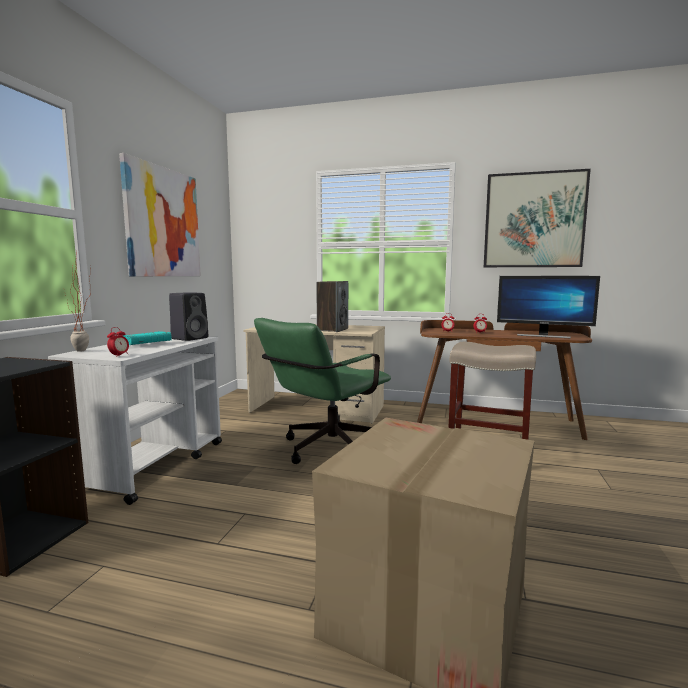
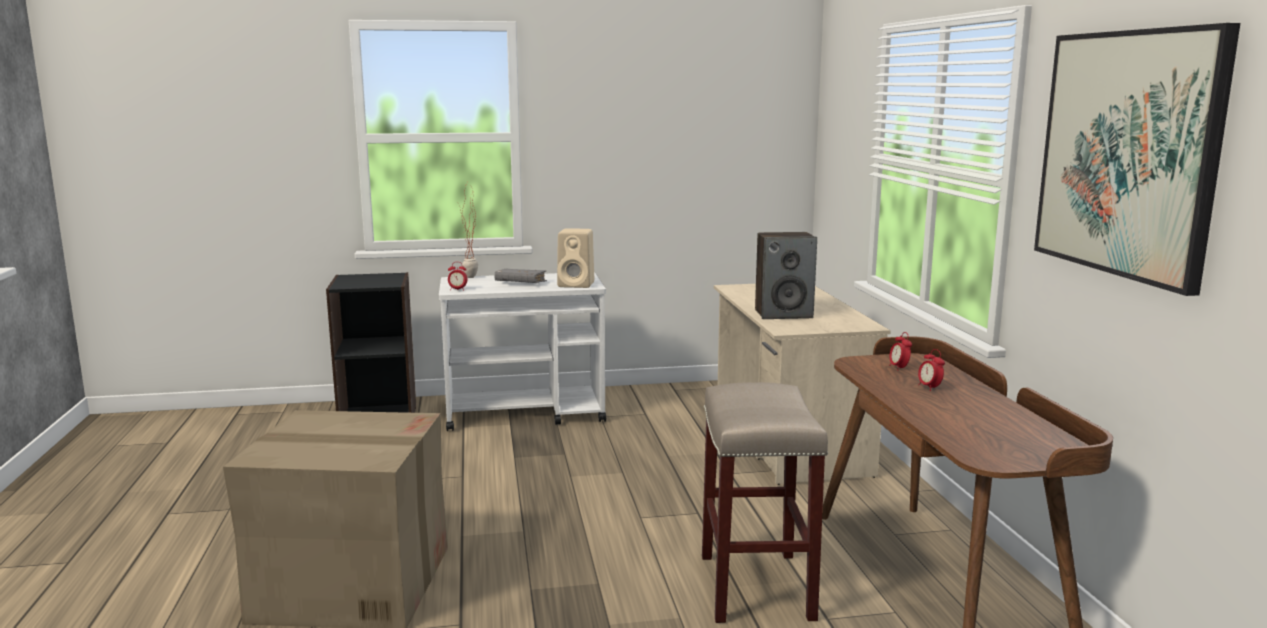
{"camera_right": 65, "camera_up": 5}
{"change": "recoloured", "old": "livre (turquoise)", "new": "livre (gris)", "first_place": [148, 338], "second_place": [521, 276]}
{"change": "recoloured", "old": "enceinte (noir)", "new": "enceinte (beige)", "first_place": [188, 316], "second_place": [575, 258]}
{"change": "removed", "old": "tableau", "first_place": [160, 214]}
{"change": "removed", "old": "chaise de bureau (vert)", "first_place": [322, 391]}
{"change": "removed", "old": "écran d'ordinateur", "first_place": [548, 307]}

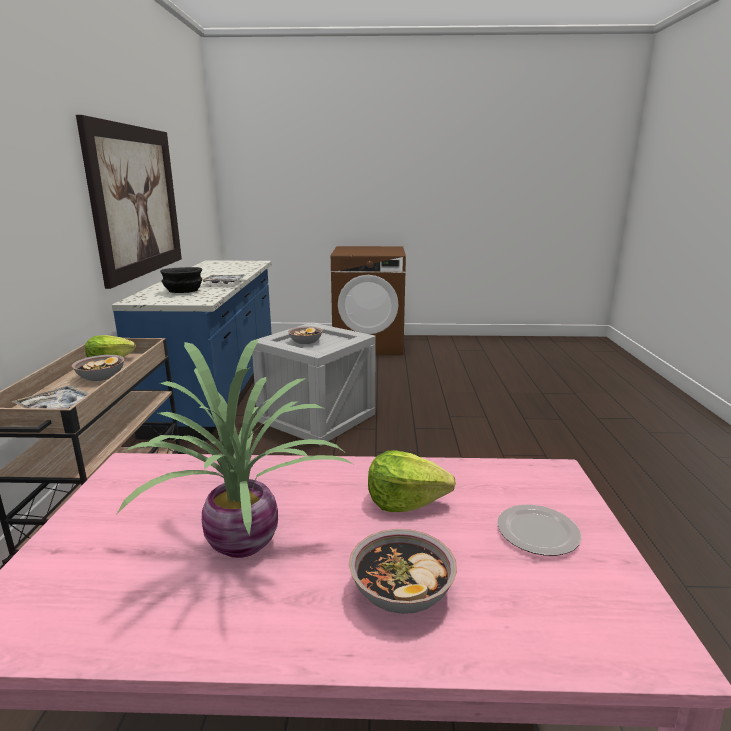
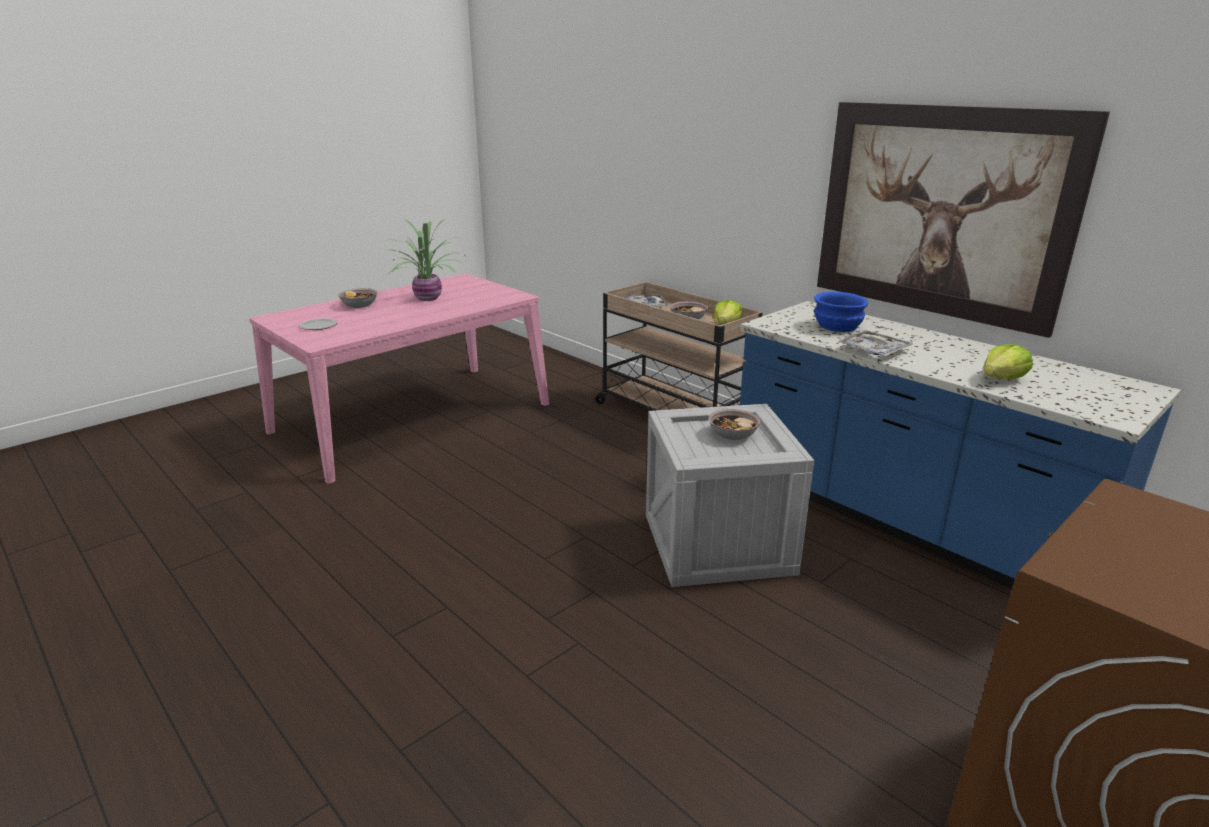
{"camera_right": 135, "camera_up": 5}
{"change": "recoloured", "old": "bol (noir)", "new": "bol (bleu)", "first_place": [181, 280], "second_place": [841, 312]}
{"change": "moved", "old": "laitue", "first_place": [412, 481], "second_place": [1008, 361]}

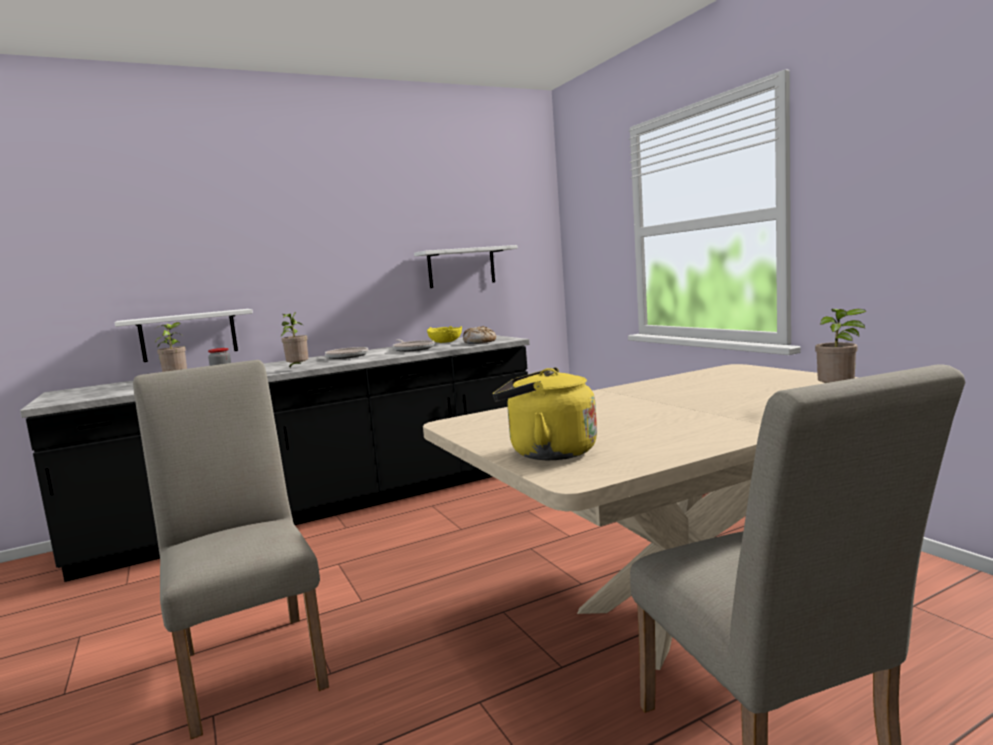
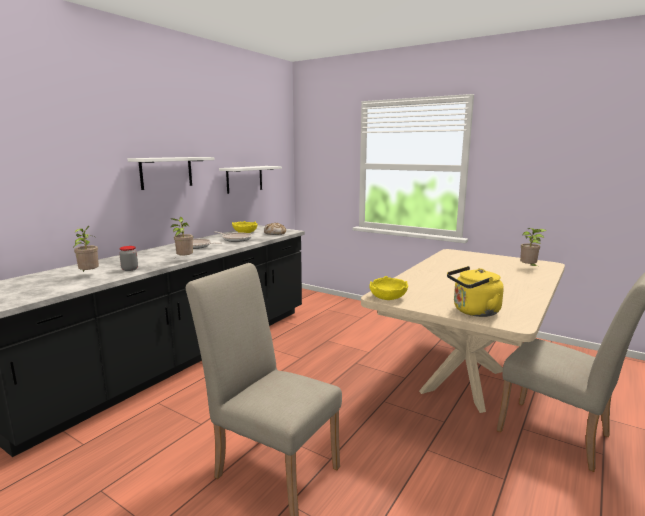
{"camera_right": -30, "camera_up": 5}
{"change": "moved", "old": "étagère (blanc)", "first_place": [183, 335], "second_place": [171, 173]}
{"change": "added", "new": "bol (jaune)", "second_place": [388, 288]}

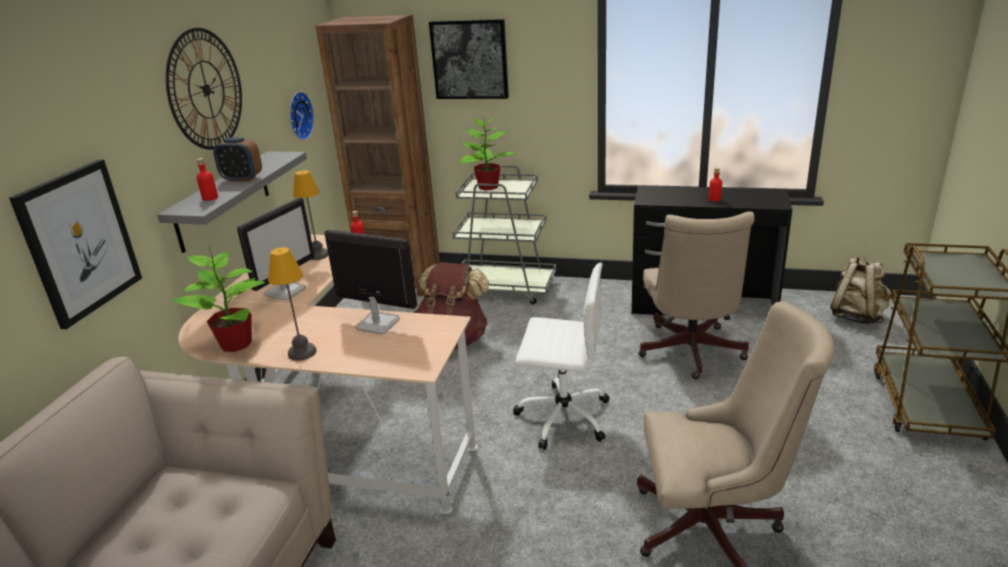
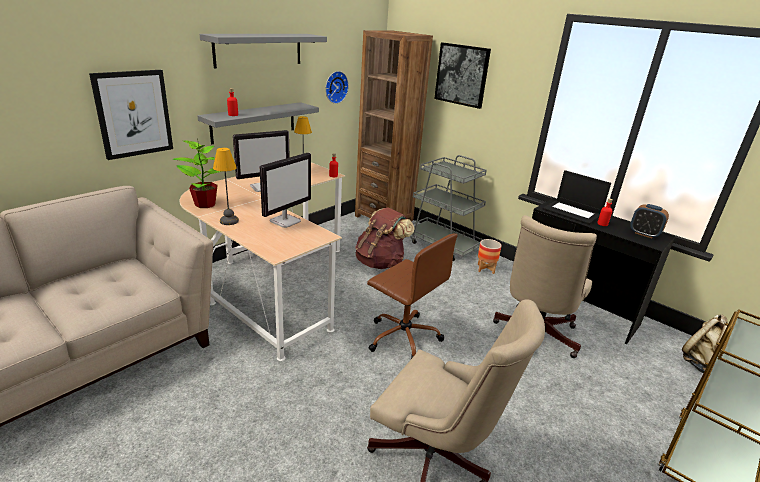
{"camera_right": 25, "camera_up": 0}
{"change": "replaced", "old": "horloge murale", "new": "étagère (gris)", "first_place": [204, 89], "second_place": [263, 51]}
{"change": "turned", "old": "écran d'ordinateur", "first_place": [370, 282], "second_place": [285, 190], "degrees": 75}
{"change": "recoloured", "old": "chaise de bureau (blanc)", "new": "chaise de bureau (marron)", "first_place": [561, 356], "second_place": [412, 296]}
{"change": "added", "new": "cache-pot", "second_place": [490, 256]}
{"change": "added", "new": "ordinateur portable", "second_place": [577, 197]}
{"change": "moved", "old": "réveil", "first_place": [237, 159], "second_place": [649, 221]}
{"change": "removed", "old": "plante en pot", "first_place": [487, 153]}

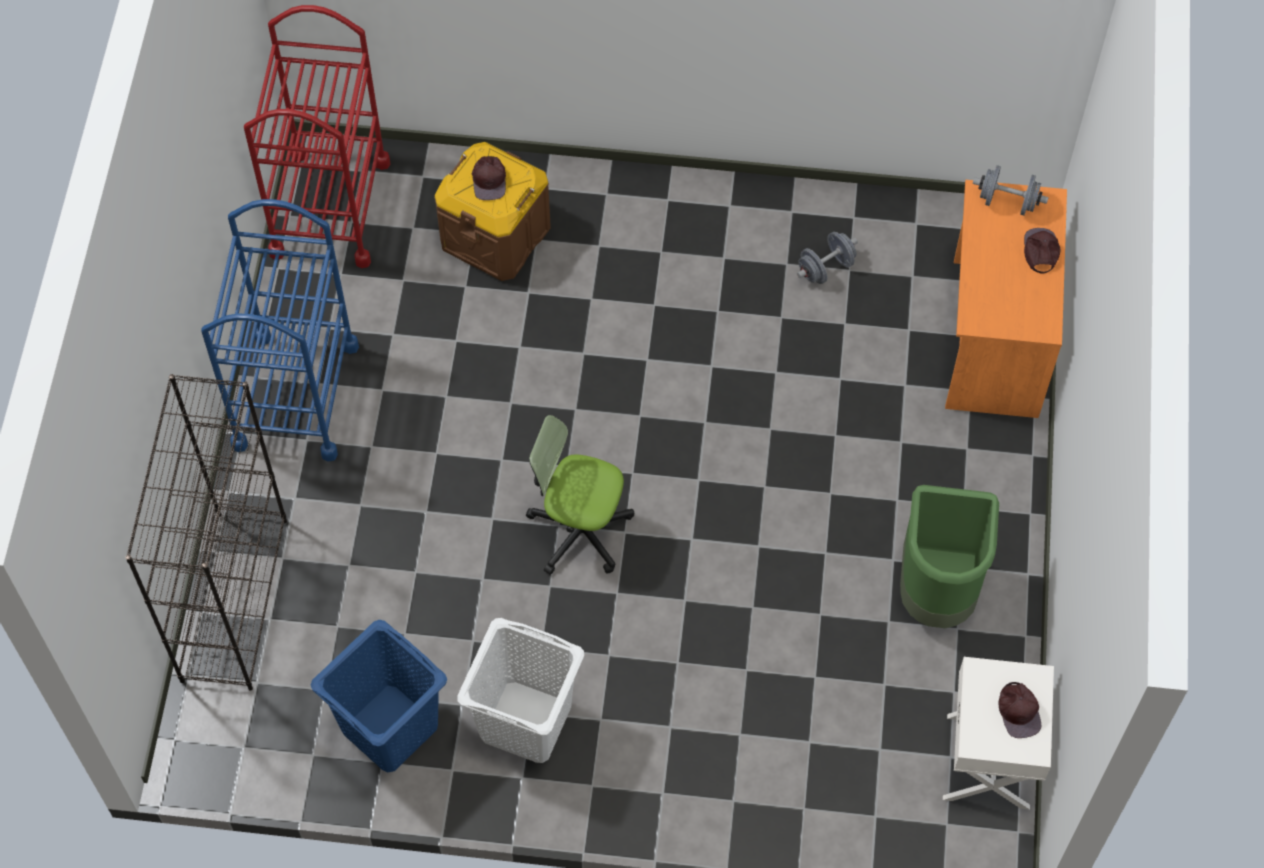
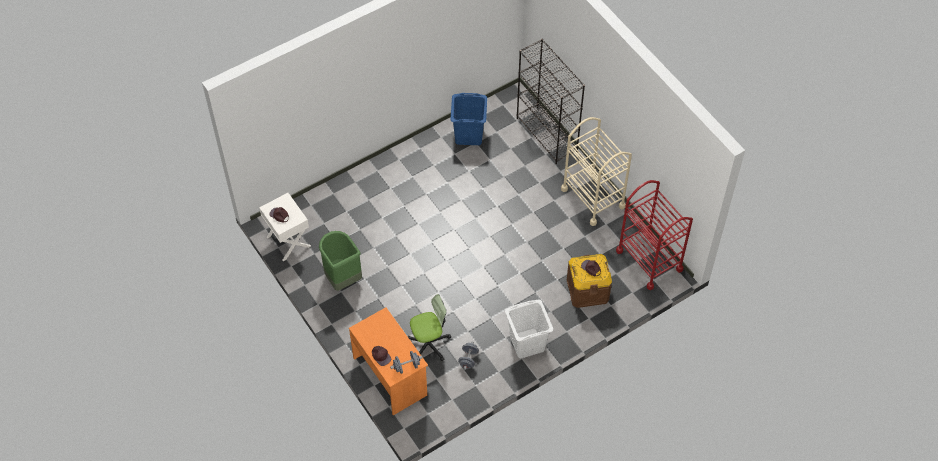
{"camera_right": 140, "camera_up": -5}
{"change": "moved", "old": "chaise de bureau", "first_place": [580, 495], "second_place": [429, 327]}
{"change": "moved", "old": "panier à linge (blanc)", "first_place": [520, 690], "second_place": [529, 328]}
{"change": "recoloured", "old": "chariot (bleu)", "new": "chariot (beige)", "first_place": [280, 330], "second_place": [596, 171]}

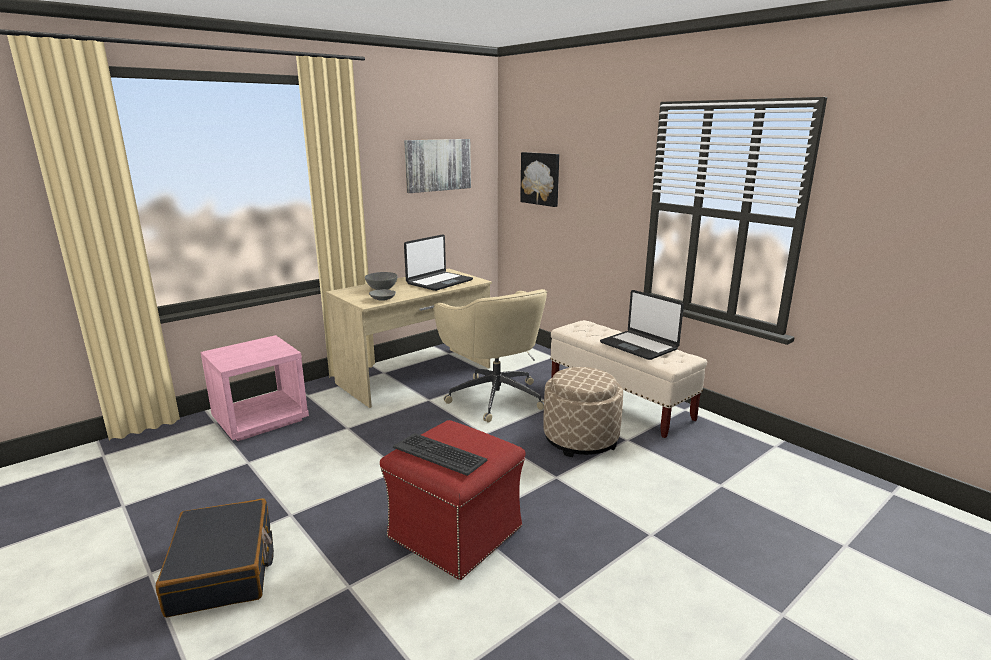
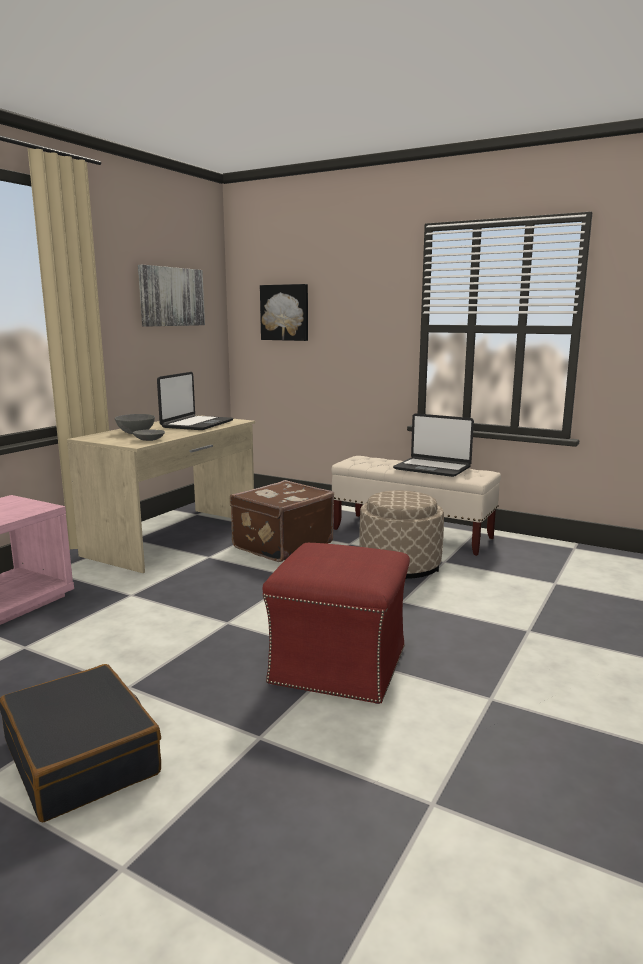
{"camera_right": -20, "camera_up": -5}
{"change": "replaced", "old": "chaise de bureau (beige)", "new": "valise (marron)", "first_place": [490, 355], "second_place": [282, 521]}
{"change": "removed", "old": "clavier", "first_place": [440, 454]}

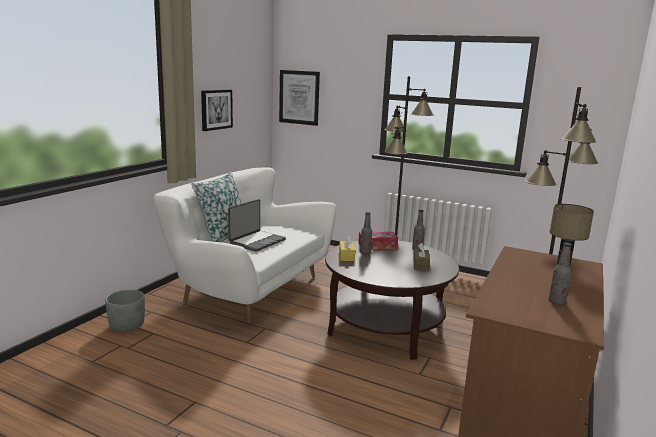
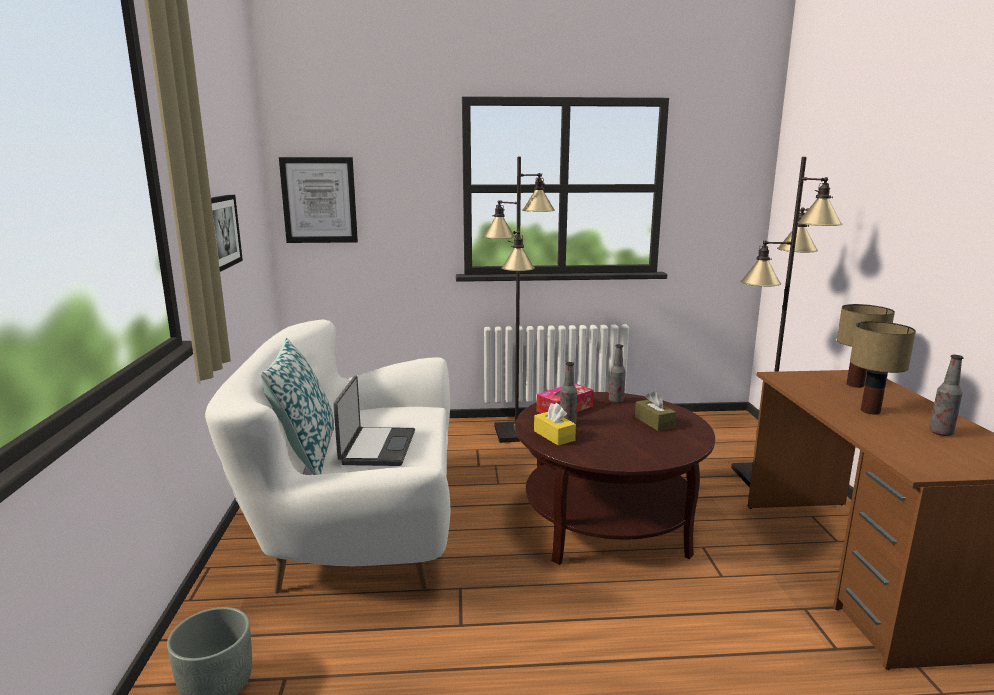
{"camera_right": -30, "camera_up": 0}
{"change": "added", "new": "lampe de table", "second_place": [883, 368]}

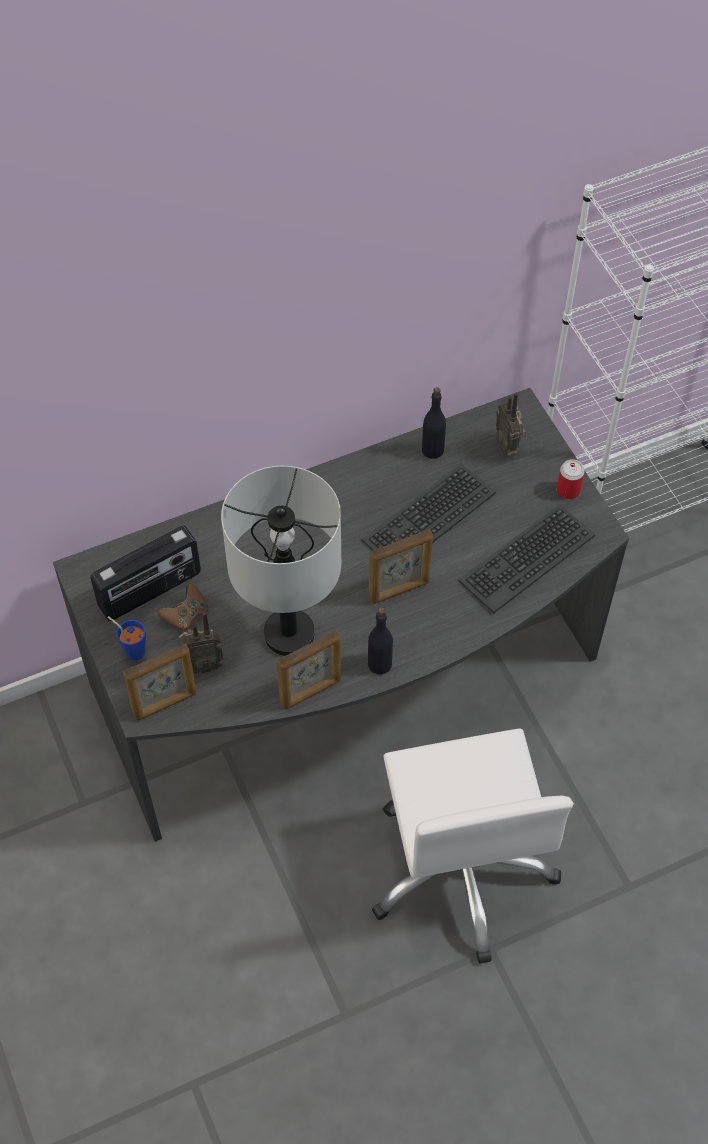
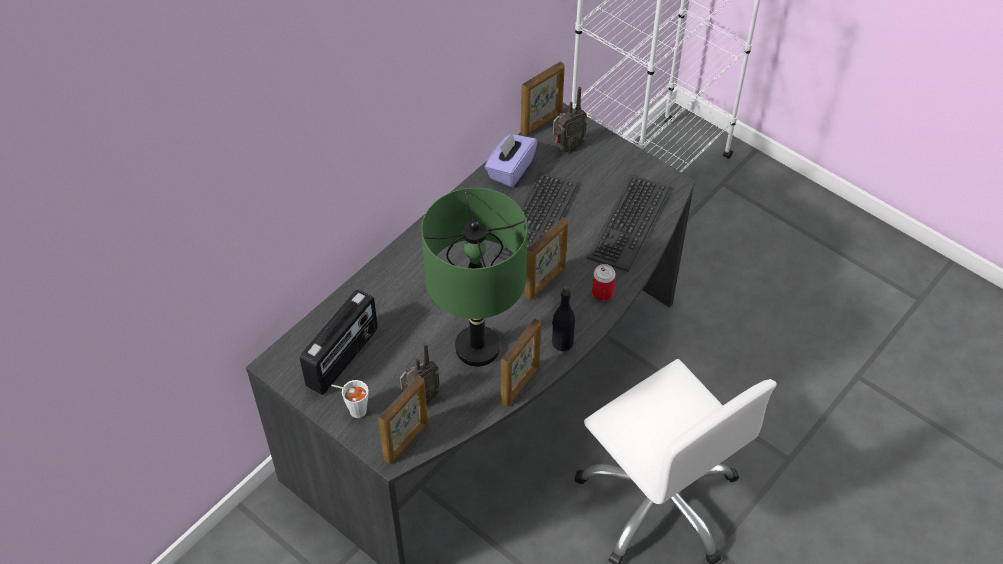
{"camera_right": -25, "camera_up": -5}
{"change": "recoloured", "old": "tasse (bleu)", "new": "tasse (blanc)", "first_place": [127, 638], "second_place": [349, 399]}
{"change": "recoloured", "old": "lampe de table (gris)", "new": "lampe de table (vert)", "first_place": [281, 561], "second_place": [474, 277]}
{"change": "replaced", "old": "bouteille (noir)", "new": "boîte à mouchoirs (violet)", "first_place": [434, 423], "second_place": [510, 160]}
{"change": "added", "new": "cadre photo", "second_place": [542, 98]}
{"change": "turned", "old": "radio", "first_place": [510, 424], "second_place": [570, 120], "degrees": -75}
{"change": "moved", "old": "boîte métallique", "first_place": [571, 479], "second_place": [604, 282]}
{"change": "removed", "old": "manette (marron)", "first_place": [183, 607]}

